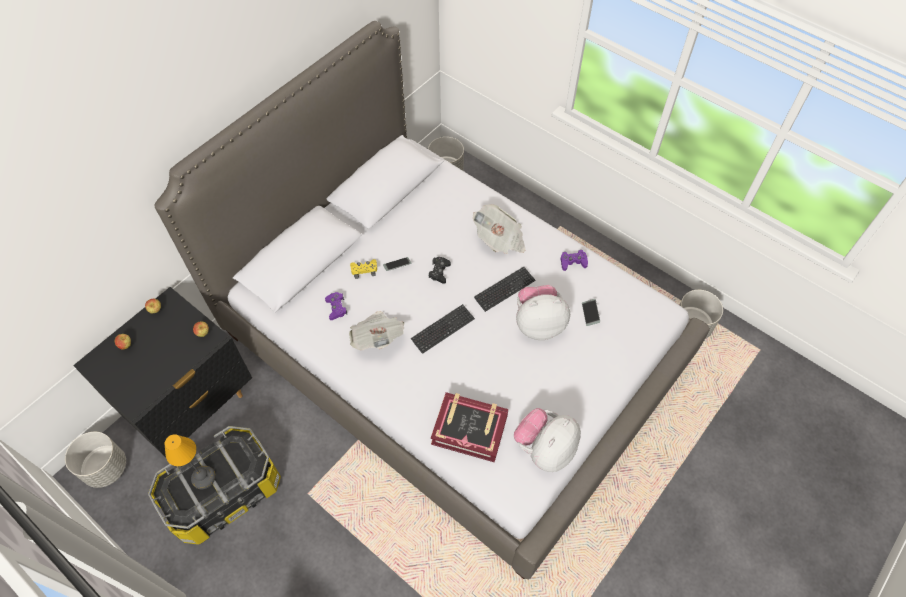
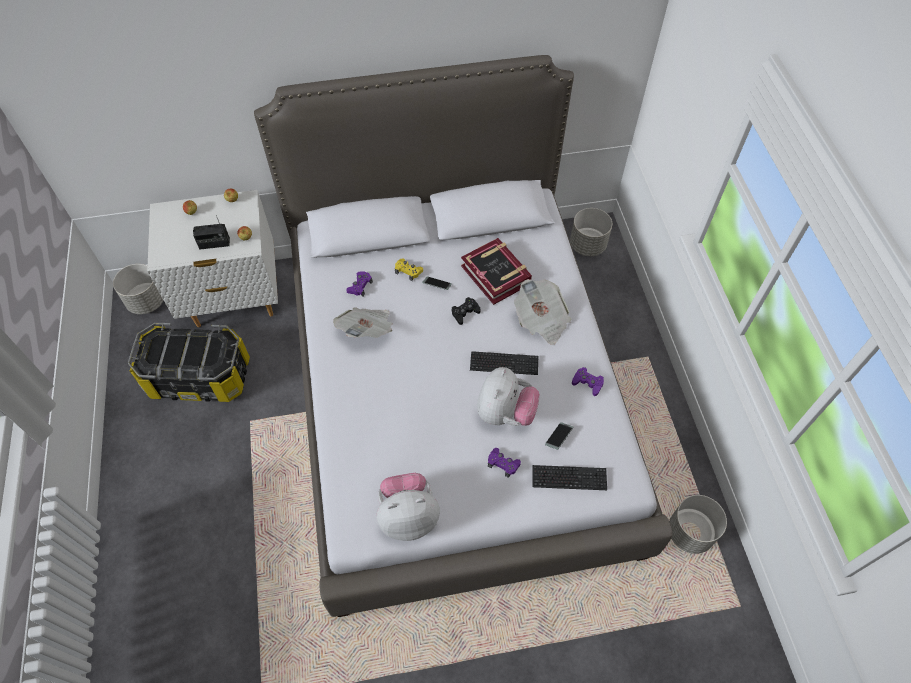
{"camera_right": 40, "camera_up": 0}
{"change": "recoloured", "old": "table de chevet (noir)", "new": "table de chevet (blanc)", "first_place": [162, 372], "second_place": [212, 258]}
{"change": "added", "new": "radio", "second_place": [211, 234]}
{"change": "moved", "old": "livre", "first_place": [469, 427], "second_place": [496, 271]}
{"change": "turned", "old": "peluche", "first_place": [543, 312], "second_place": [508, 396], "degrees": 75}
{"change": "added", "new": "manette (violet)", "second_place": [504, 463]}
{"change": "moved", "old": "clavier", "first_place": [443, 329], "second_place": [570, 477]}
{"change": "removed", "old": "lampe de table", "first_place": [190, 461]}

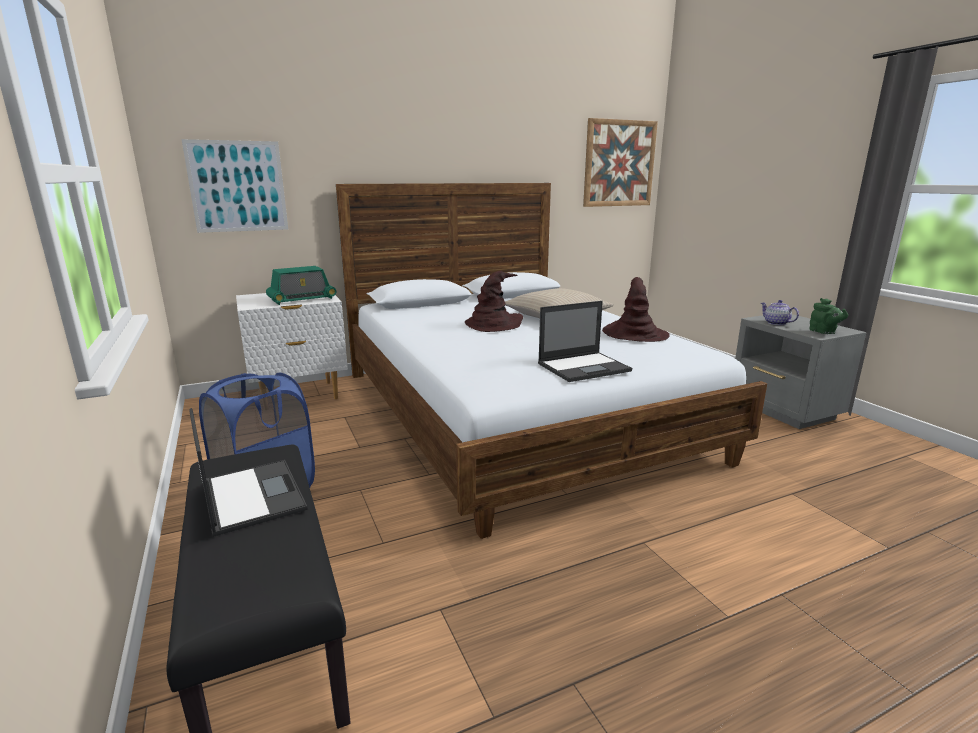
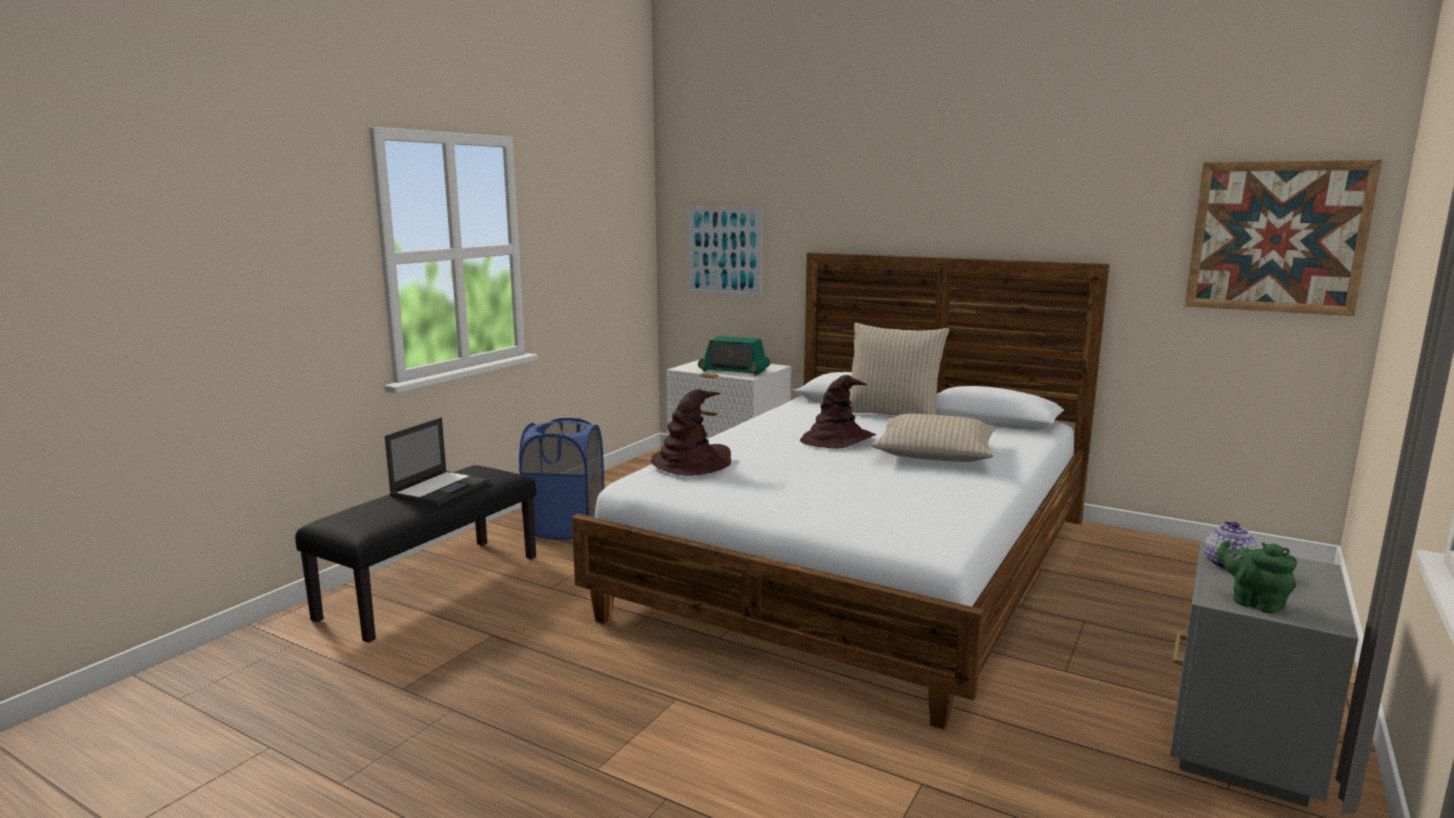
{"camera_right": 55, "camera_up": -5}
{"change": "moved", "old": "chapeau (marron)", "first_place": [636, 309], "second_place": [690, 432]}
{"change": "added", "new": "coussin (beige)", "second_place": [899, 369]}
{"change": "turned", "old": "théière (vert)", "first_place": [828, 316], "second_place": [1257, 577], "degrees": 105}
{"change": "removed", "old": "ordinateur portable", "first_place": [585, 341]}

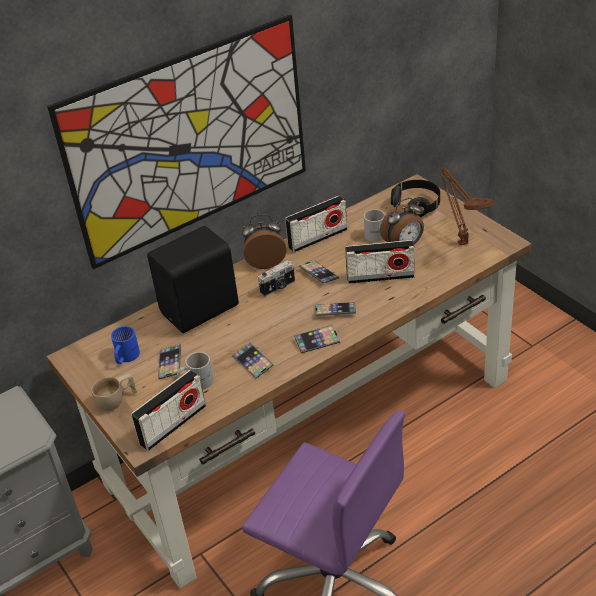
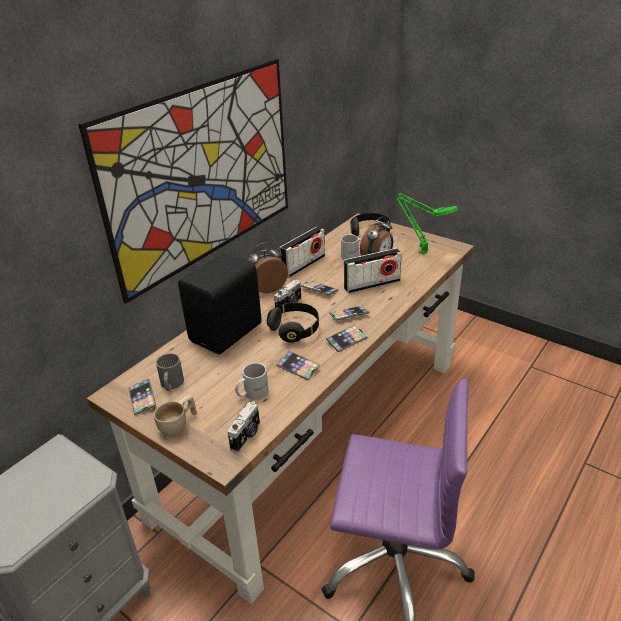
{"camera_right": -20, "camera_up": -5}
{"change": "moved", "old": "téléphone", "first_place": [169, 361], "second_place": [142, 396]}
{"change": "recoloured", "old": "mug (bleu)", "new": "mug (gris)", "first_place": [125, 345], "second_place": [170, 372]}
{"change": "replaced", "old": "radio", "new": "appareil photo", "first_place": [168, 410], "second_place": [243, 427]}
{"change": "added", "new": "casque audio (noir)", "second_place": [293, 323]}
{"change": "recoloured", "old": "lampe de table (marron)", "new": "lampe de table (vert)", "first_place": [467, 207], "second_place": [427, 223]}

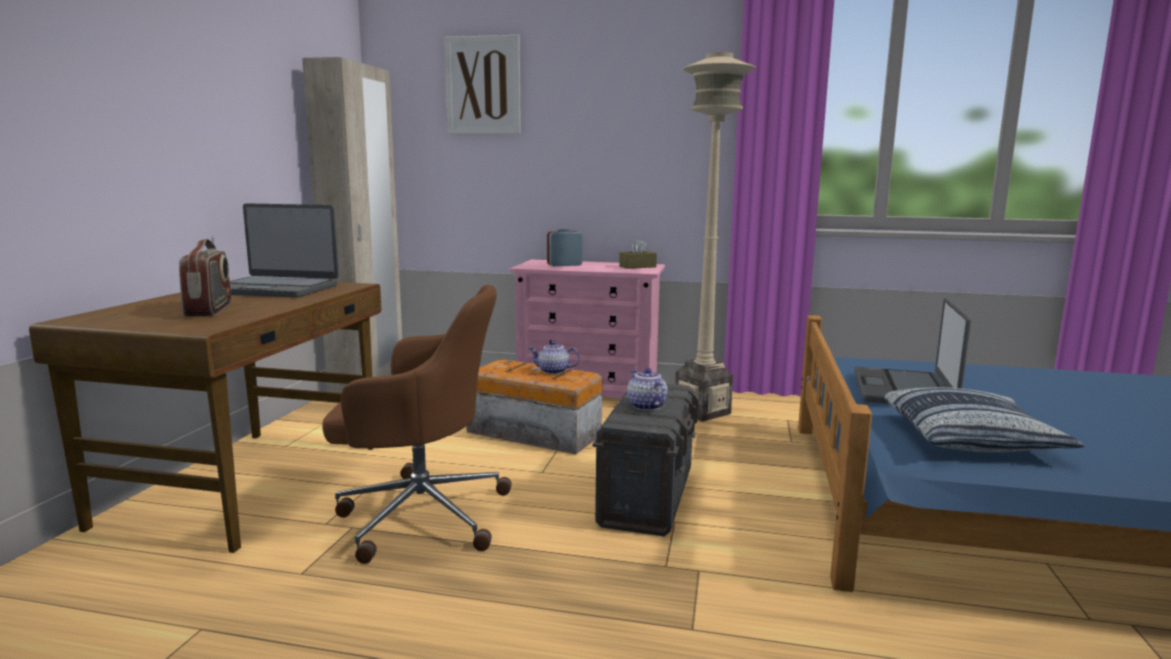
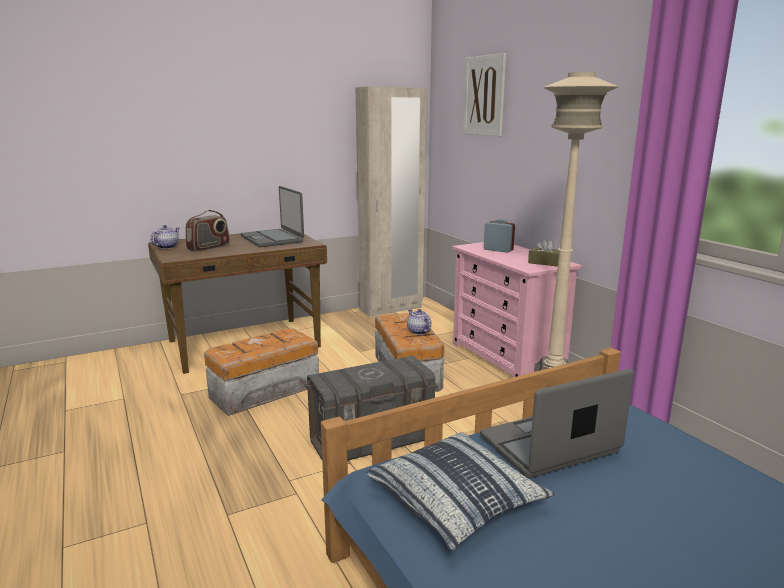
{"camera_right": 50, "camera_up": 5}
{"change": "moved", "old": "théière", "first_place": [647, 389], "second_place": [165, 237]}
{"change": "replaced", "old": "chaise de bureau (marron)", "new": "boîte de rangement", "first_place": [416, 424], "second_place": [261, 372]}

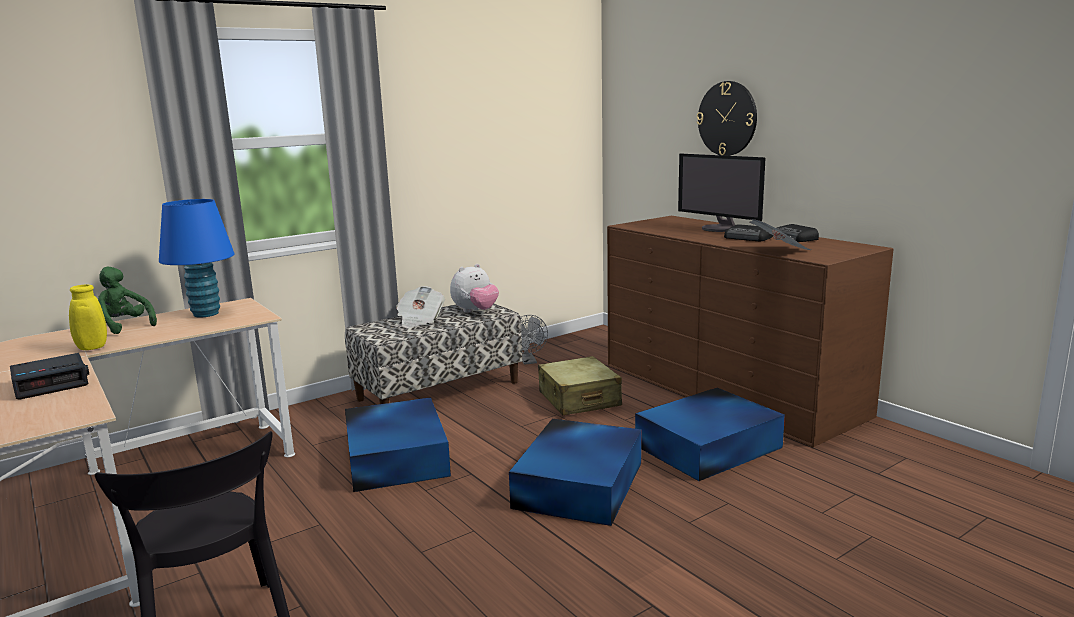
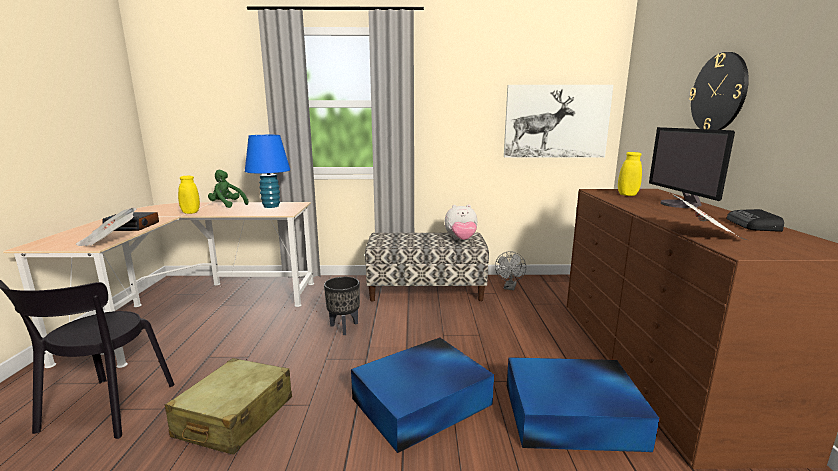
{"camera_right": 35, "camera_up": 0}
{"change": "moved", "old": "journal", "first_place": [420, 307], "second_place": [106, 226]}
{"change": "moved", "old": "valise (beige)", "first_place": [580, 386], "second_place": [228, 406]}
{"change": "turned", "old": "peluche (vert)", "first_place": [127, 300], "second_place": [228, 189], "degrees": -45}
{"change": "replaced", "old": "boîte de rangement (bleu)", "new": "cache-pot (noir)", "first_place": [398, 444], "second_place": [342, 306]}
{"change": "added", "new": "tableau", "second_place": [558, 121]}
{"change": "added", "new": "vase (jaune)", "second_place": [630, 174]}
{"change": "removed", "old": "radio", "first_place": [748, 232]}

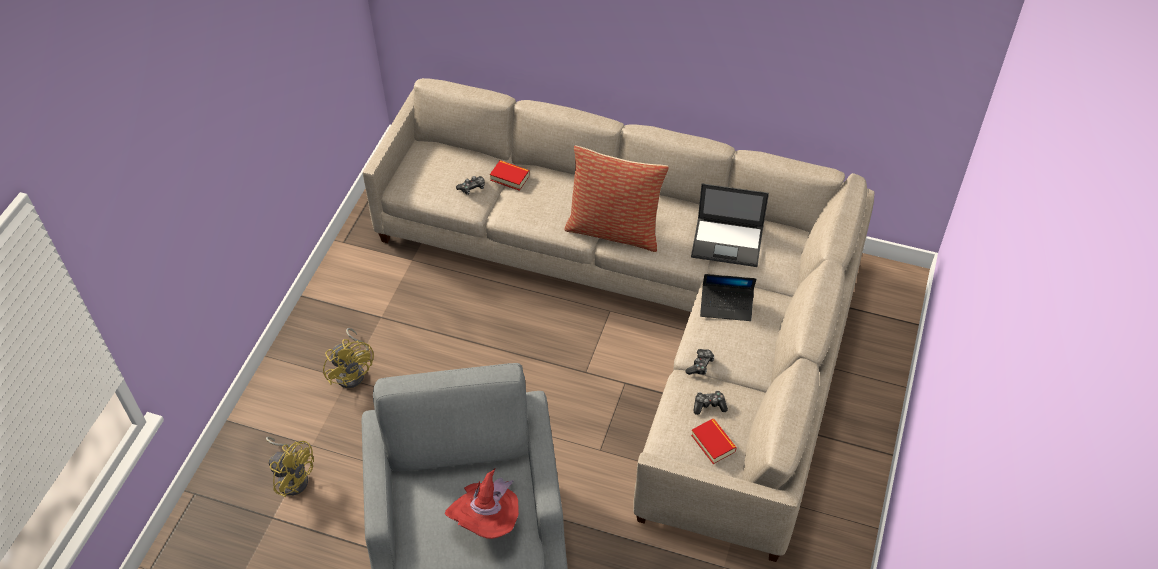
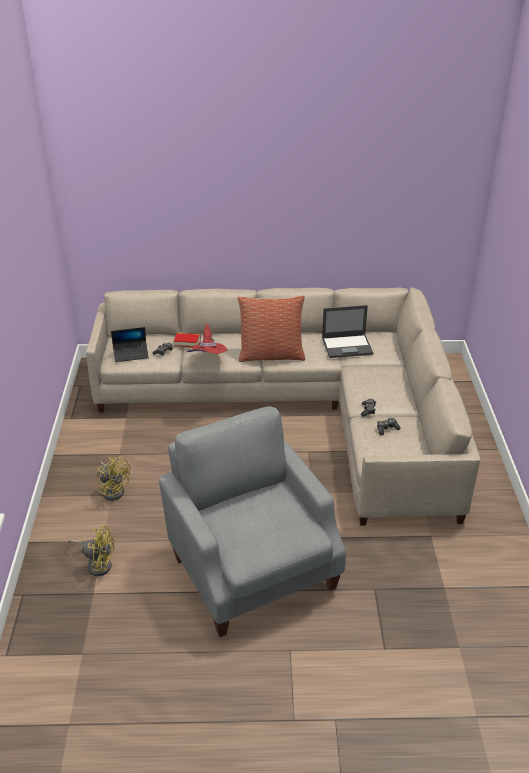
{"camera_right": -20, "camera_up": -15}
{"change": "moved", "old": "ordinateur portable", "first_place": [728, 297], "second_place": [130, 344]}
{"change": "moved", "old": "chapeau (rouge)", "first_place": [482, 504], "second_place": [207, 339]}
{"change": "removed", "old": "livre", "first_place": [714, 441]}

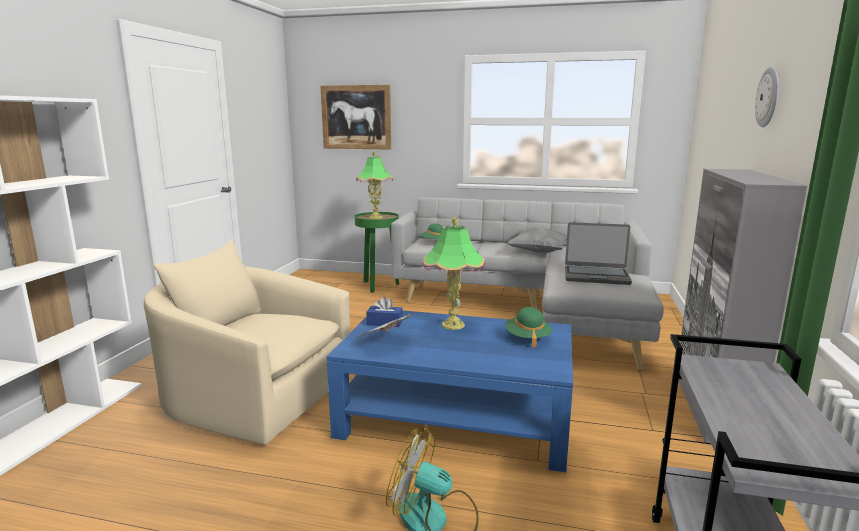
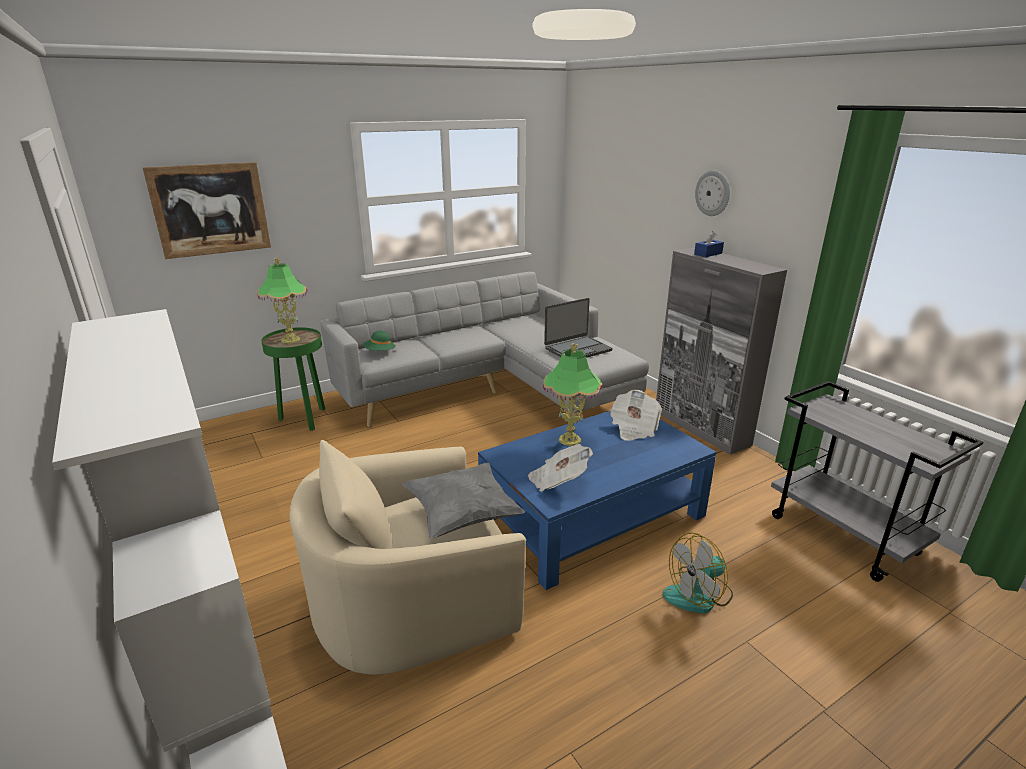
{"camera_right": -45, "camera_up": 10}
{"change": "moved", "old": "coussin (gris)", "first_place": [537, 239], "second_place": [463, 500]}
{"change": "replaced", "old": "chapeau (vert)", "new": "journal", "first_place": [528, 327], "second_place": [636, 415]}
{"change": "moved", "old": "boîte à mouchoirs (bleu)", "first_place": [384, 312], "second_place": [709, 244]}

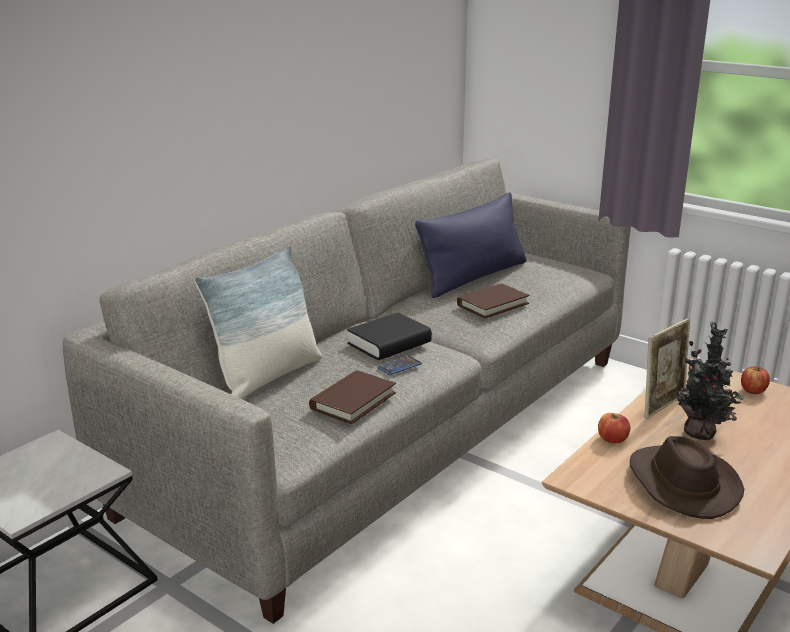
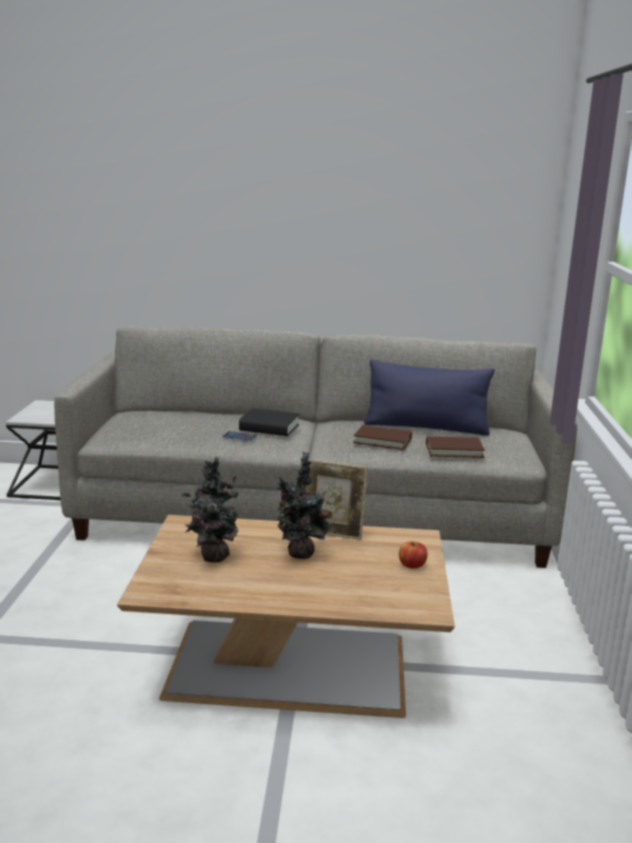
{"camera_right": 55, "camera_up": -5}
{"change": "replaced", "old": "chapeau (marron)", "new": "plante en pot", "first_place": [687, 477], "second_place": [214, 509]}
{"change": "moved", "old": "livre (marron)", "first_place": [352, 397], "second_place": [455, 447]}
{"change": "removed", "old": "coussin", "first_place": [258, 322]}
{"change": "removed", "old": "pomme", "first_place": [614, 428]}

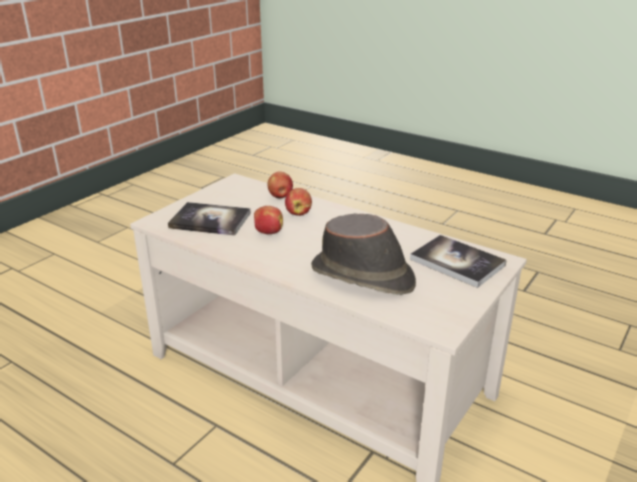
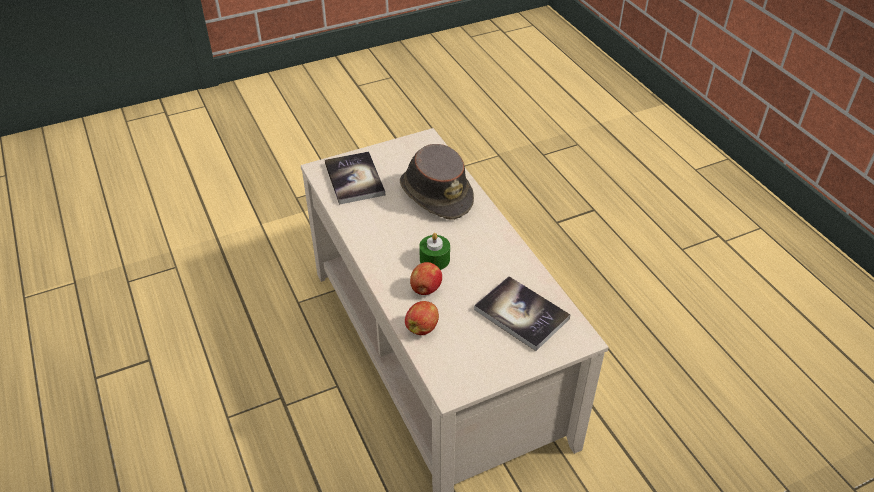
{"camera_right": -150, "camera_up": 15}
{"change": "added", "new": "bougie (vert)", "second_place": [434, 251]}
{"change": "removed", "old": "pomme", "first_place": [268, 220]}

